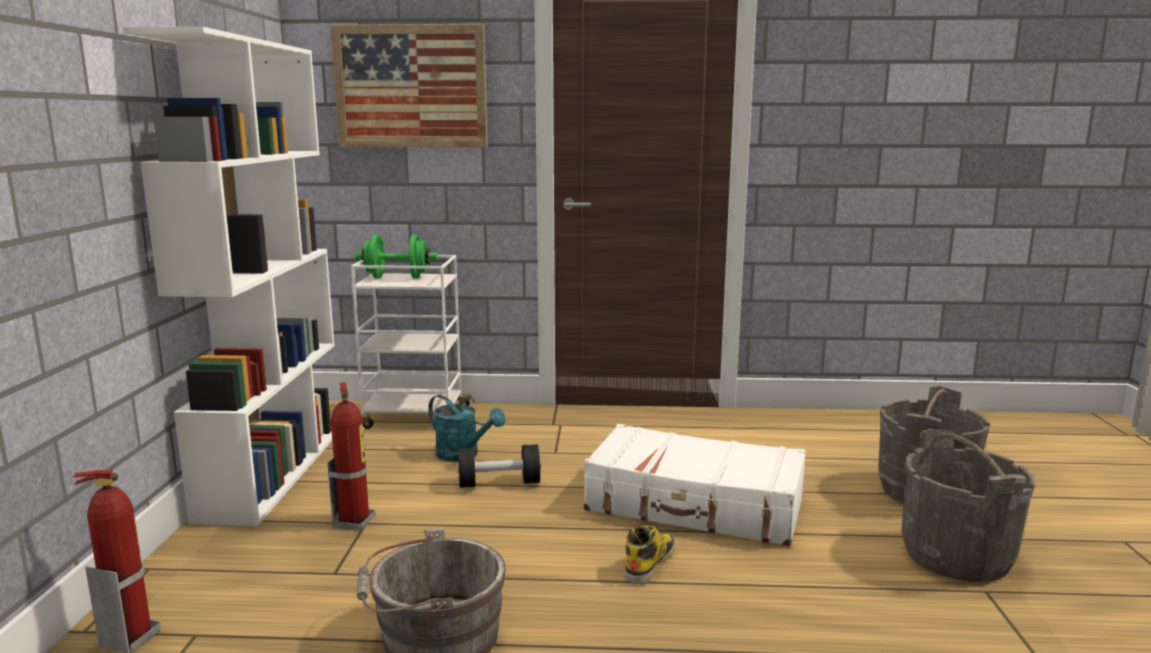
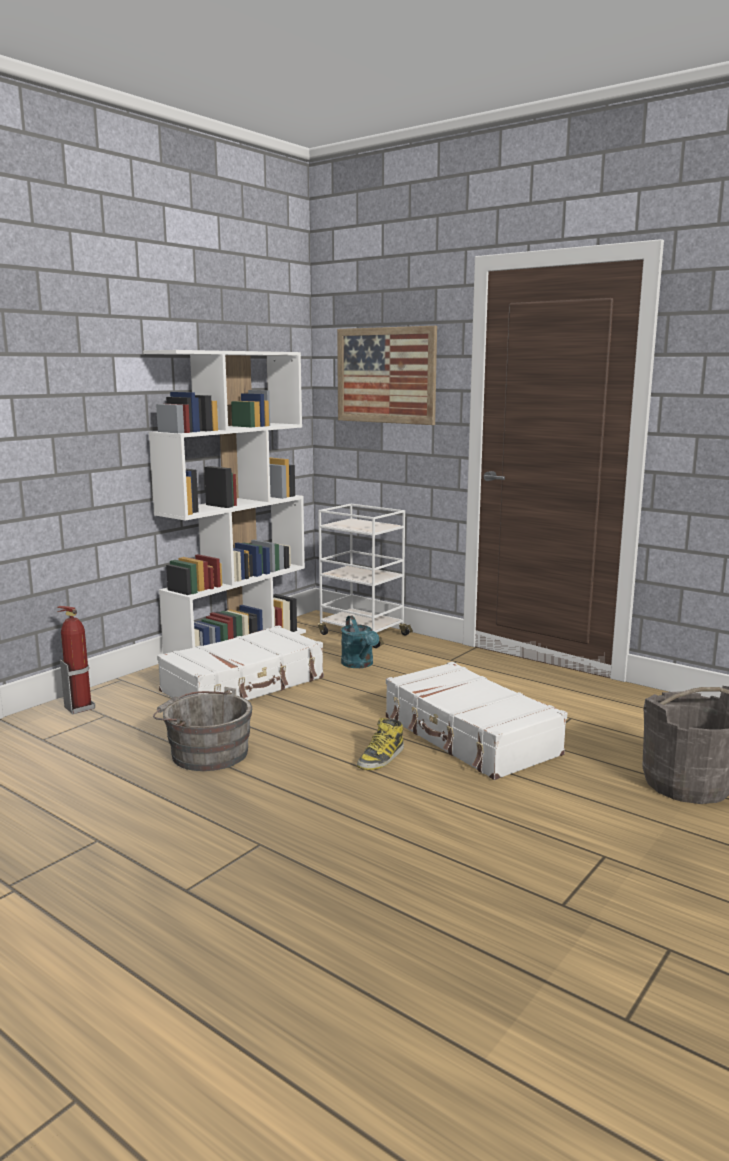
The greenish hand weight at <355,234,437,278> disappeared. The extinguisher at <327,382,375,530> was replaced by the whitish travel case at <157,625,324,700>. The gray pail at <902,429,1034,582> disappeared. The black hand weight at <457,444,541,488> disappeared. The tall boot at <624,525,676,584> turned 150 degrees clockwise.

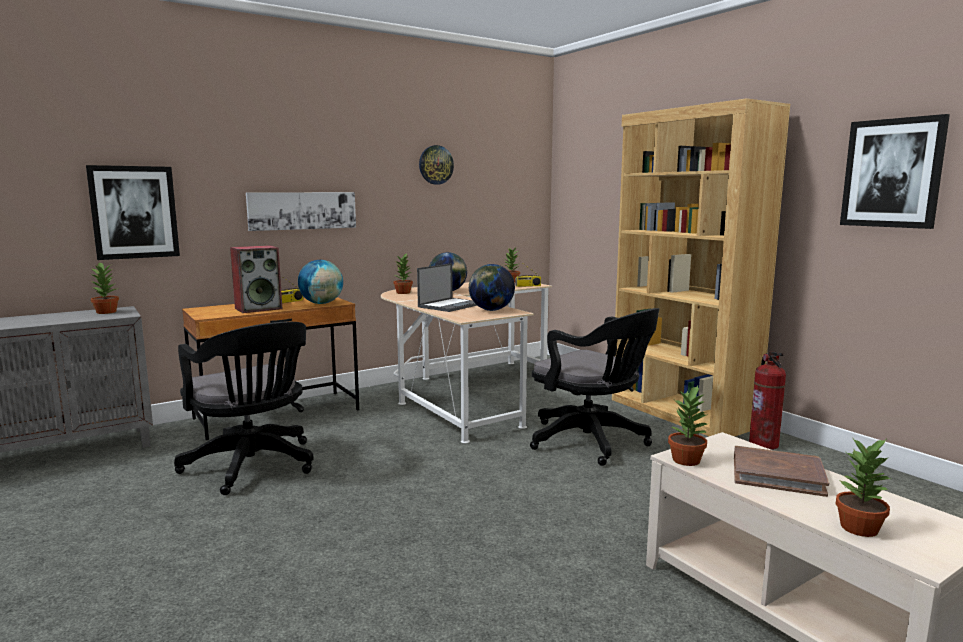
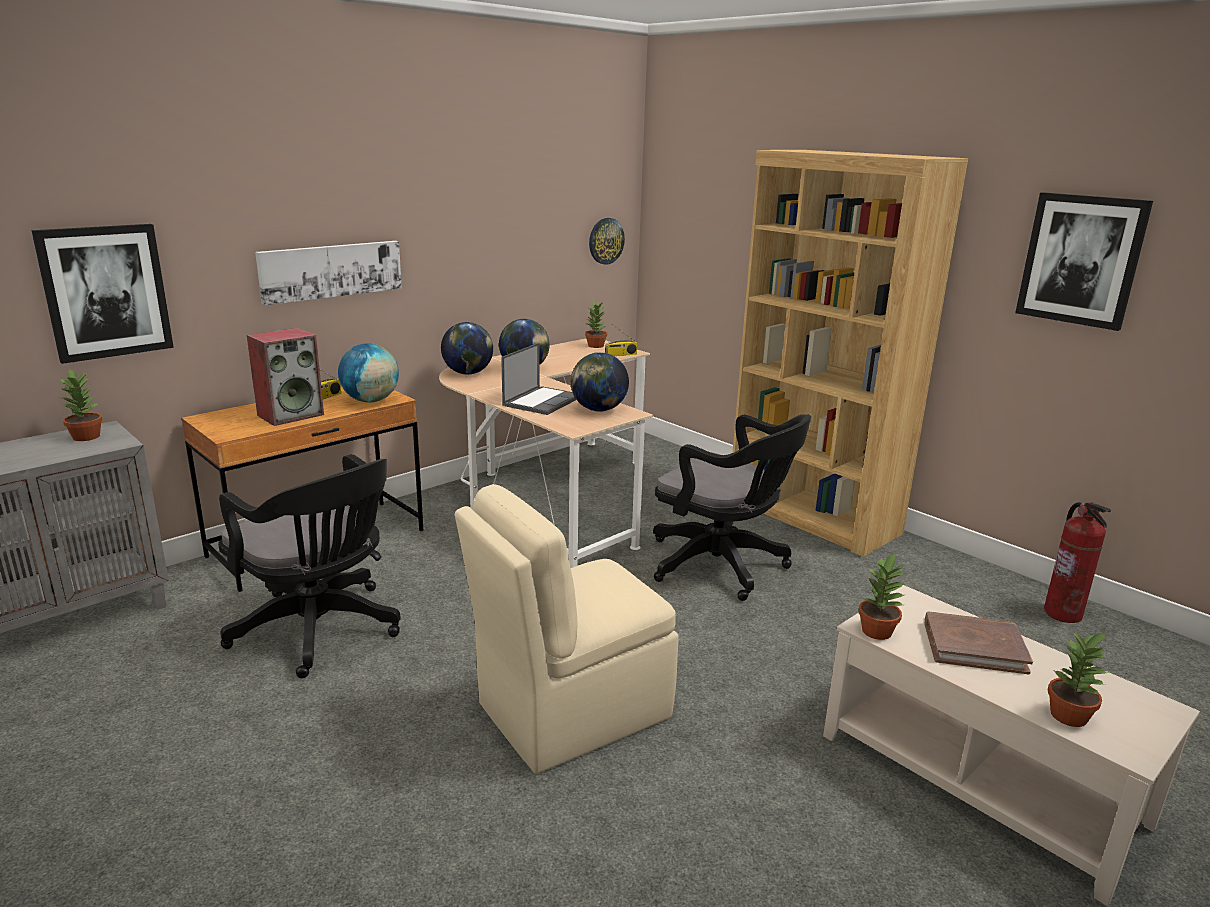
The hanging clock moved from <419,145,454,185> to <589,218,625,265>. The plant in a pot at <394,254,413,294> was replaced by the desk globe at <441,322,493,375>. The extinguisher moved from <749,352,786,450> to <1044,502,1111,623>. The sand-coloured chair at <455,484,679,774> appeared.

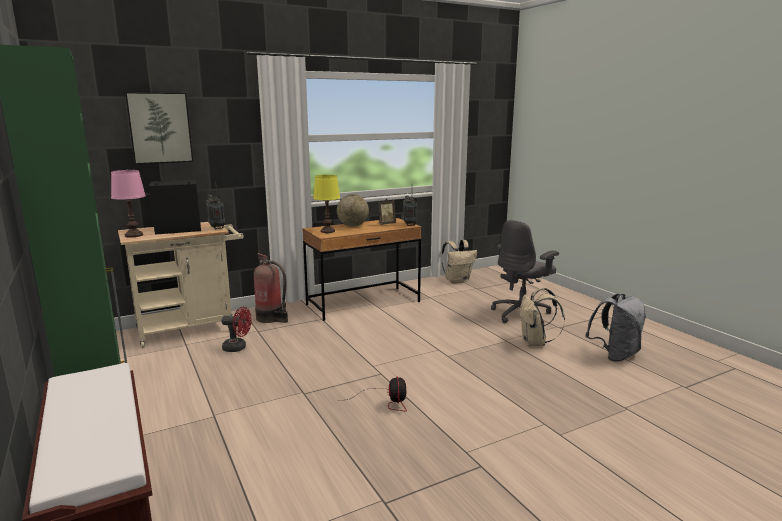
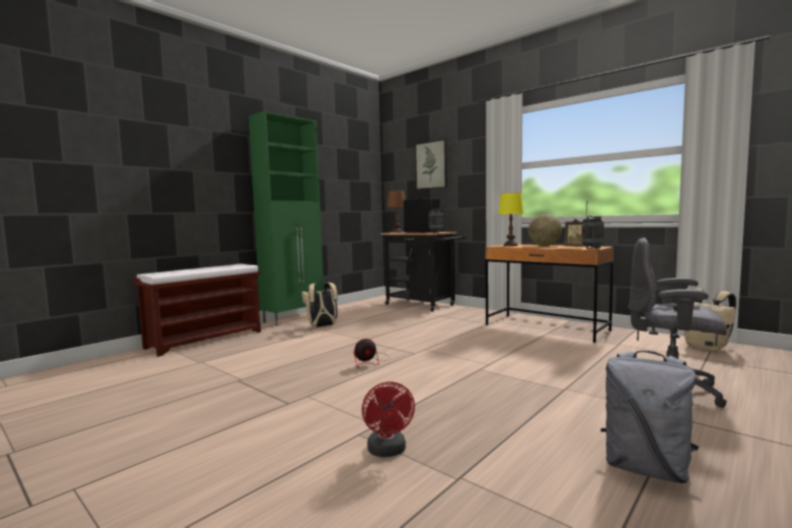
The pink-coloured tabletop lamp at <111,170,146,238> became the brown tabletop lamp at <387,191,405,233>. The sand-coloured trolley at <118,222,244,348> became the black trolley at <380,232,465,312>. The extinguisher at <254,253,288,323> disappeared. The sand-coloured backpack moved from <519,288,565,346> to <301,282,338,328>. The red-coloured electric fan moved from <221,307,252,352> to <362,382,415,457>.

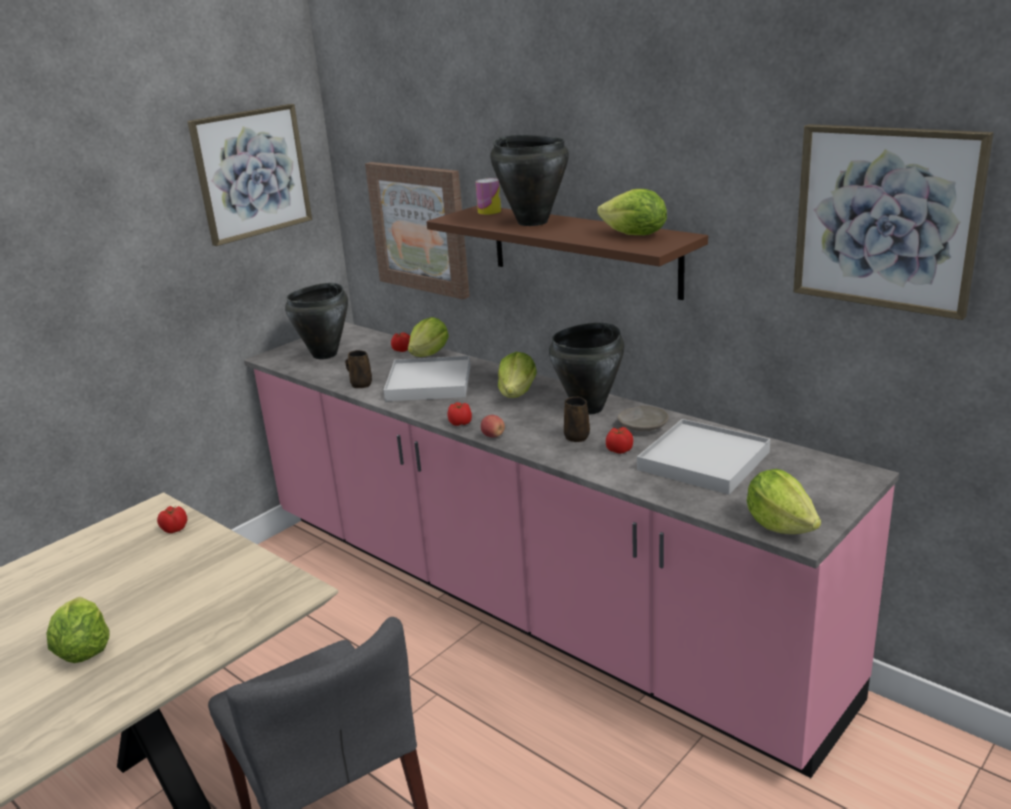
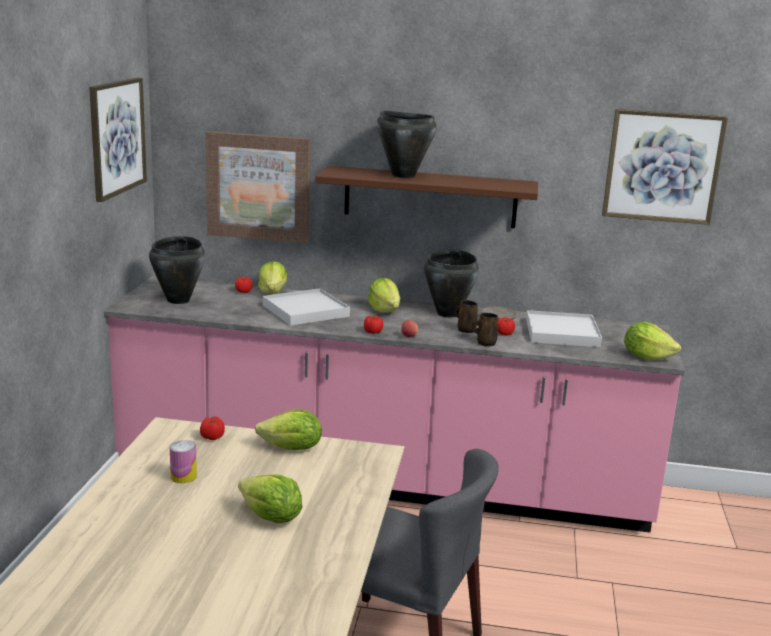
The can moved from <475,178,501,215> to <170,440,197,483>. The lettuce moved from <597,189,667,235> to <255,410,322,450>. The brown tea mug moved from <345,350,372,388> to <472,313,498,347>.

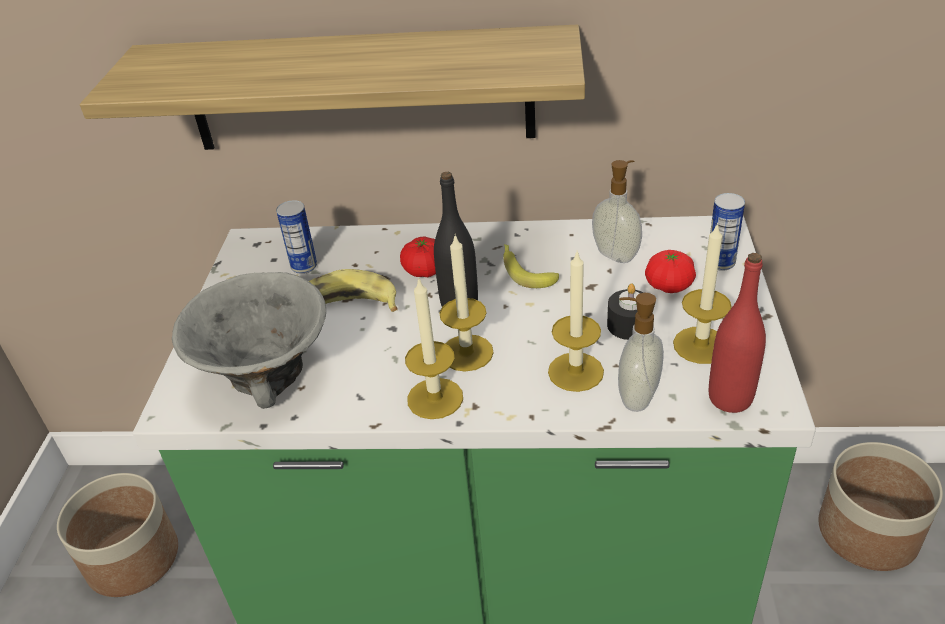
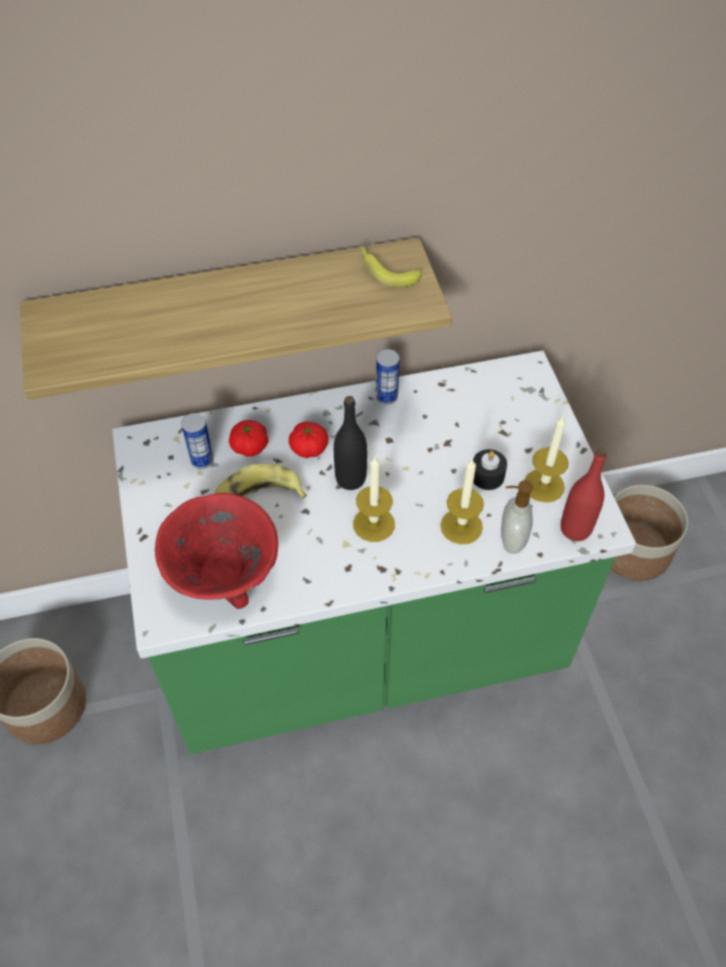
The soap dispenser at <592,160,642,263> disappeared. The can moved from <710,193,745,271> to <376,349,400,405>. The banana fruit moved from <503,244,559,288> to <360,247,421,288>. The tomato moved from <645,250,696,293> to <229,420,268,457>. The gray deep dish at <172,272,326,409> became the red-coloured deep dish at <155,493,278,609>. The wax candle at <405,277,463,419> disappeared.

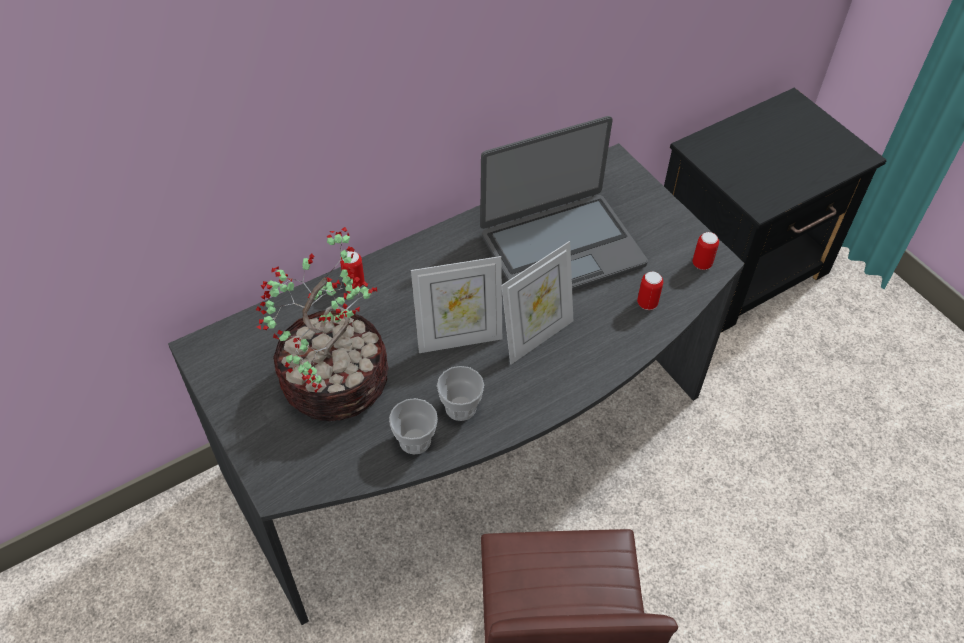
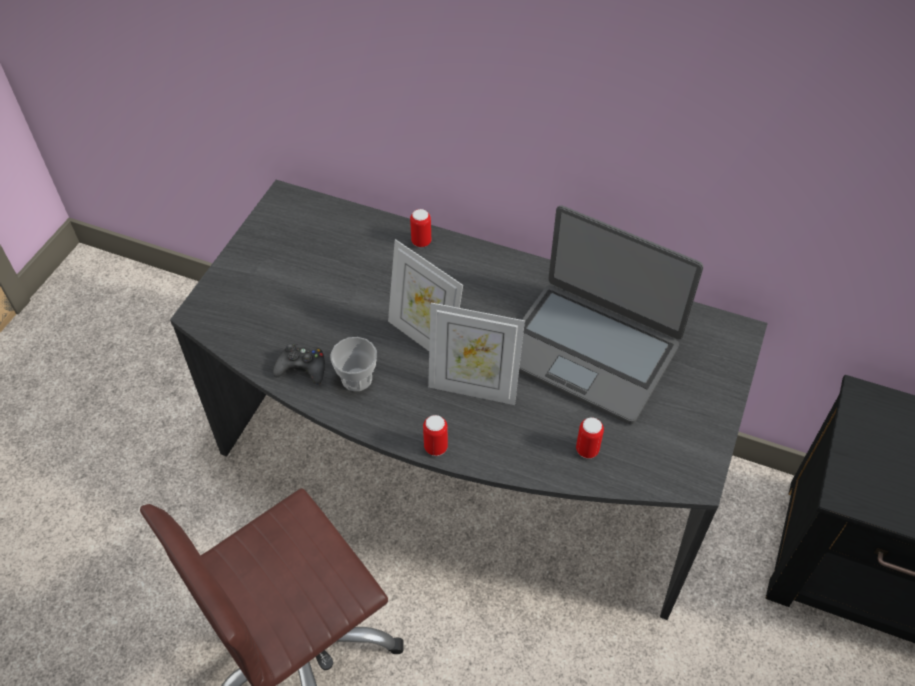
The plant in a pot at <256,227,388,422> disappeared. The can moved from <692,232,719,270> to <423,415,448,456>. The drinking cup at <389,398,438,454> was replaced by the black joypad at <273,343,325,384>.

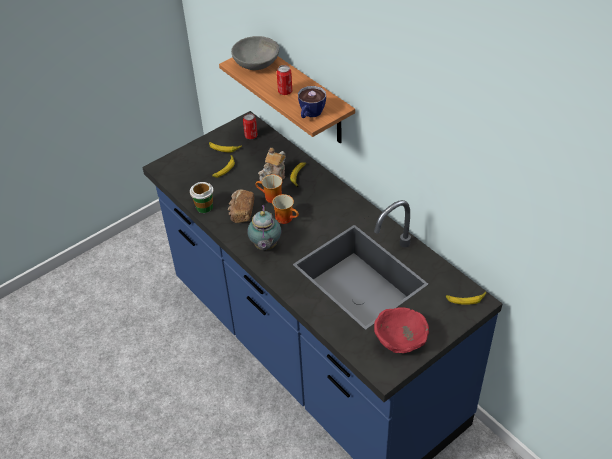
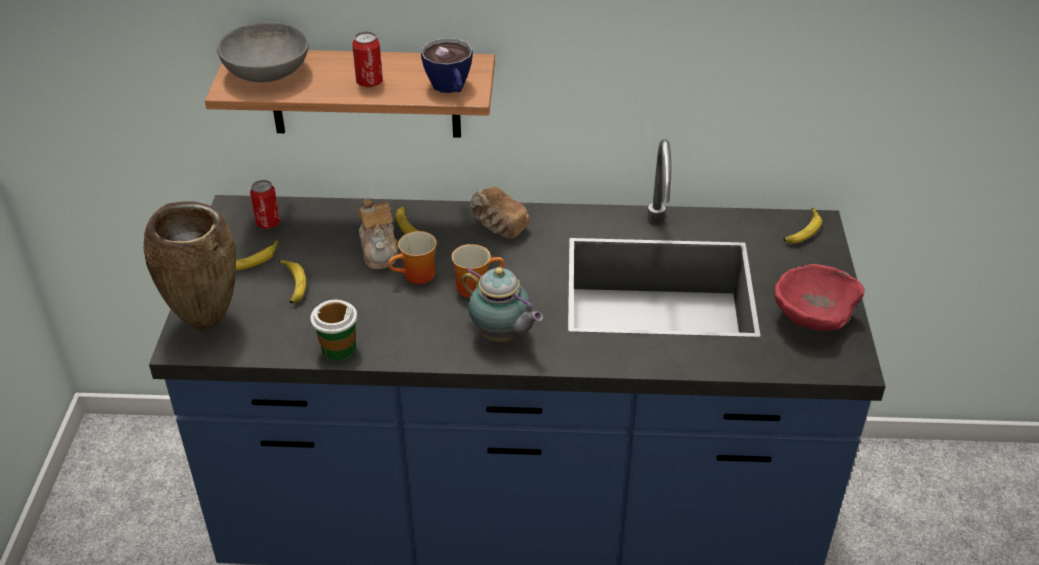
The baked bread moved from <228,189,254,223> to <470,187,530,239>. The brown flower vase at <143,201,236,330> appeared.

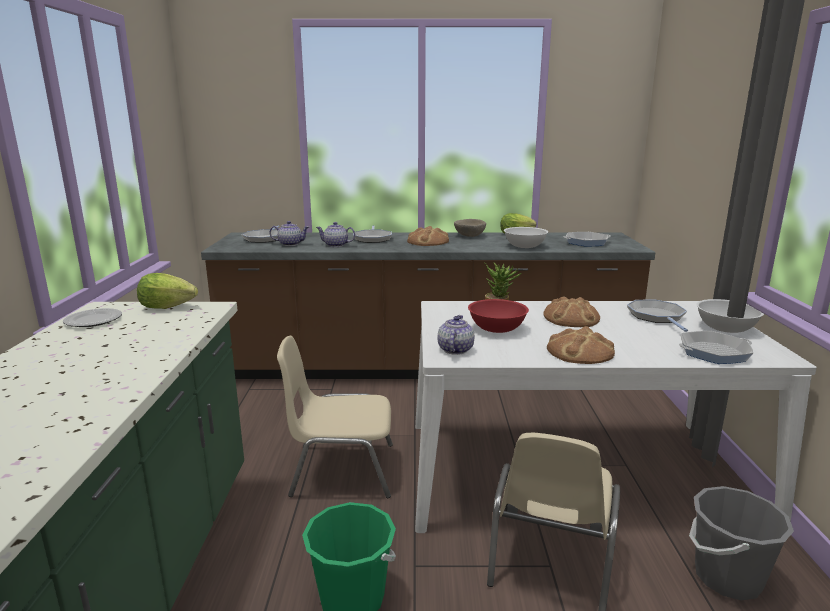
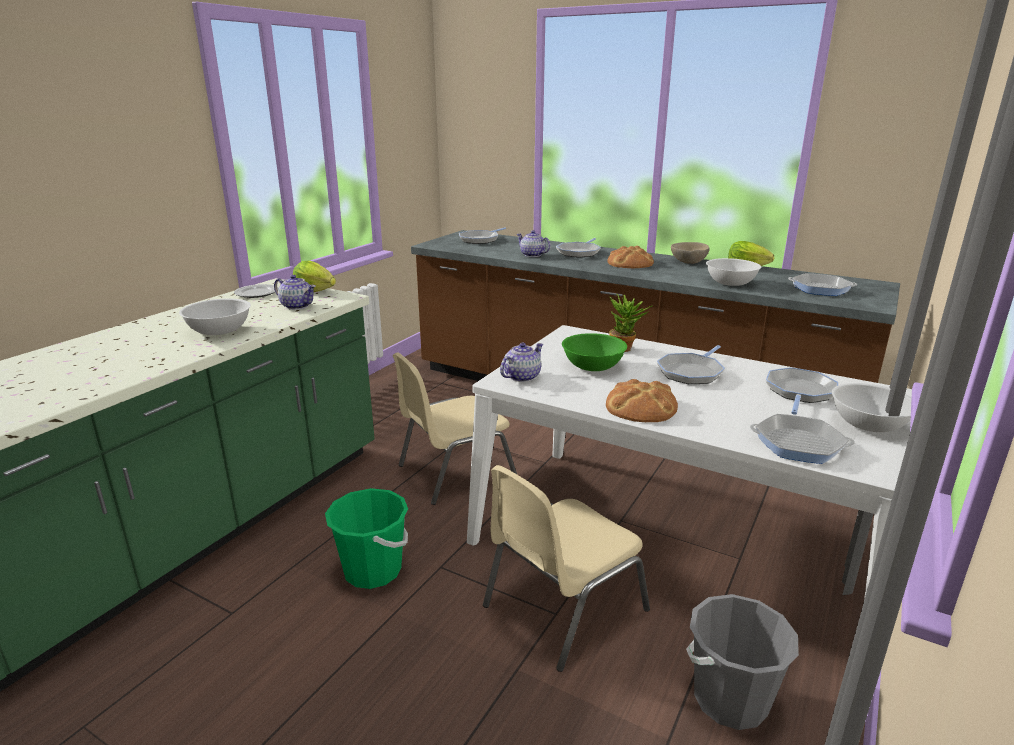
The pot for tea moved from <269,221,309,246> to <274,275,316,310>. The baked bread at <543,297,600,327> was replaced by the frying pan at <657,345,725,384>. The red-coloured deep dish at <468,299,529,333> became the greenish deep dish at <562,333,627,371>. The sand-coloured chair at <277,335,393,498> turned 60 degrees counterclockwise. The whitish deep dish at <179,298,251,335> appeared.

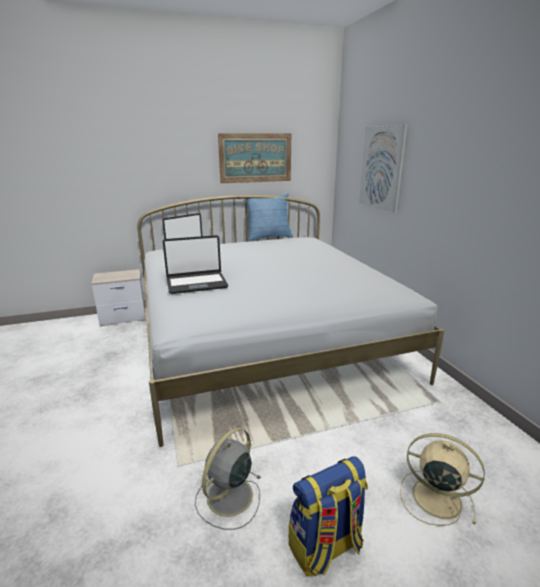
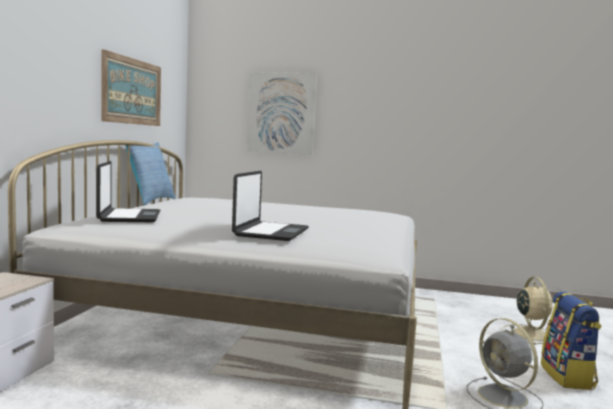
The sand-coloured electric fan at <400,433,485,526> turned 120 degrees clockwise.

